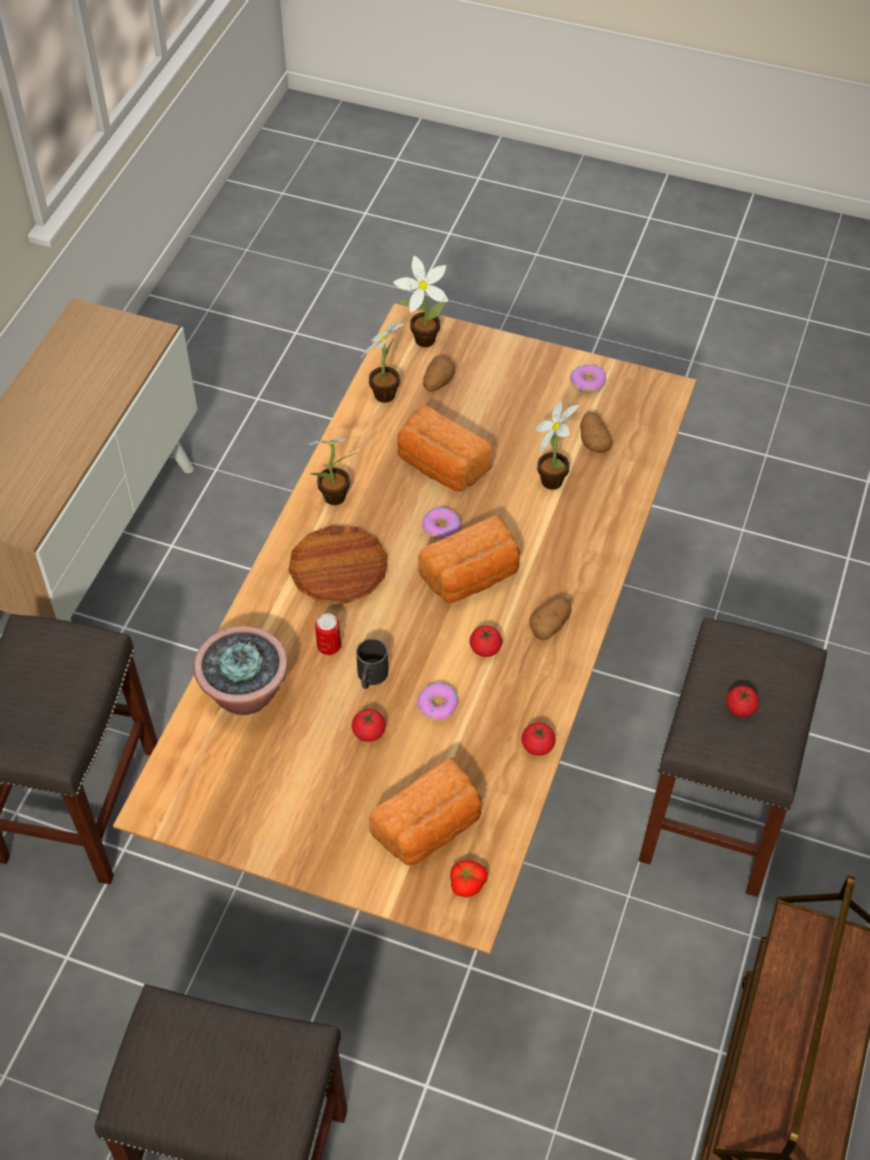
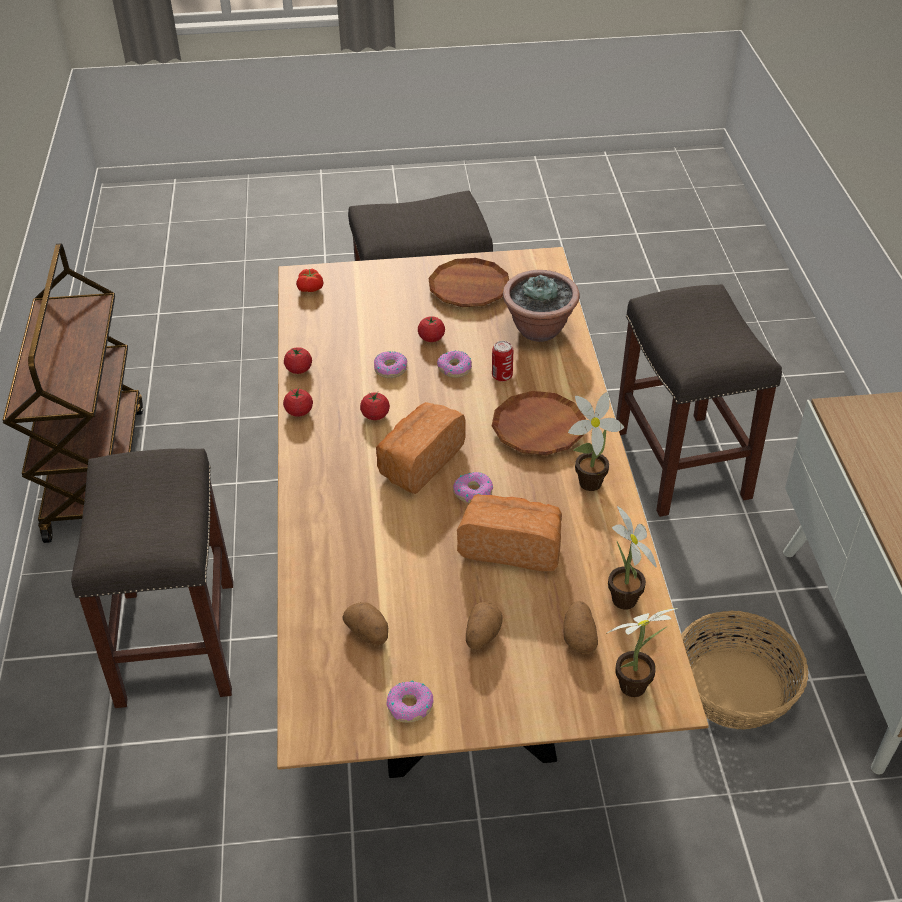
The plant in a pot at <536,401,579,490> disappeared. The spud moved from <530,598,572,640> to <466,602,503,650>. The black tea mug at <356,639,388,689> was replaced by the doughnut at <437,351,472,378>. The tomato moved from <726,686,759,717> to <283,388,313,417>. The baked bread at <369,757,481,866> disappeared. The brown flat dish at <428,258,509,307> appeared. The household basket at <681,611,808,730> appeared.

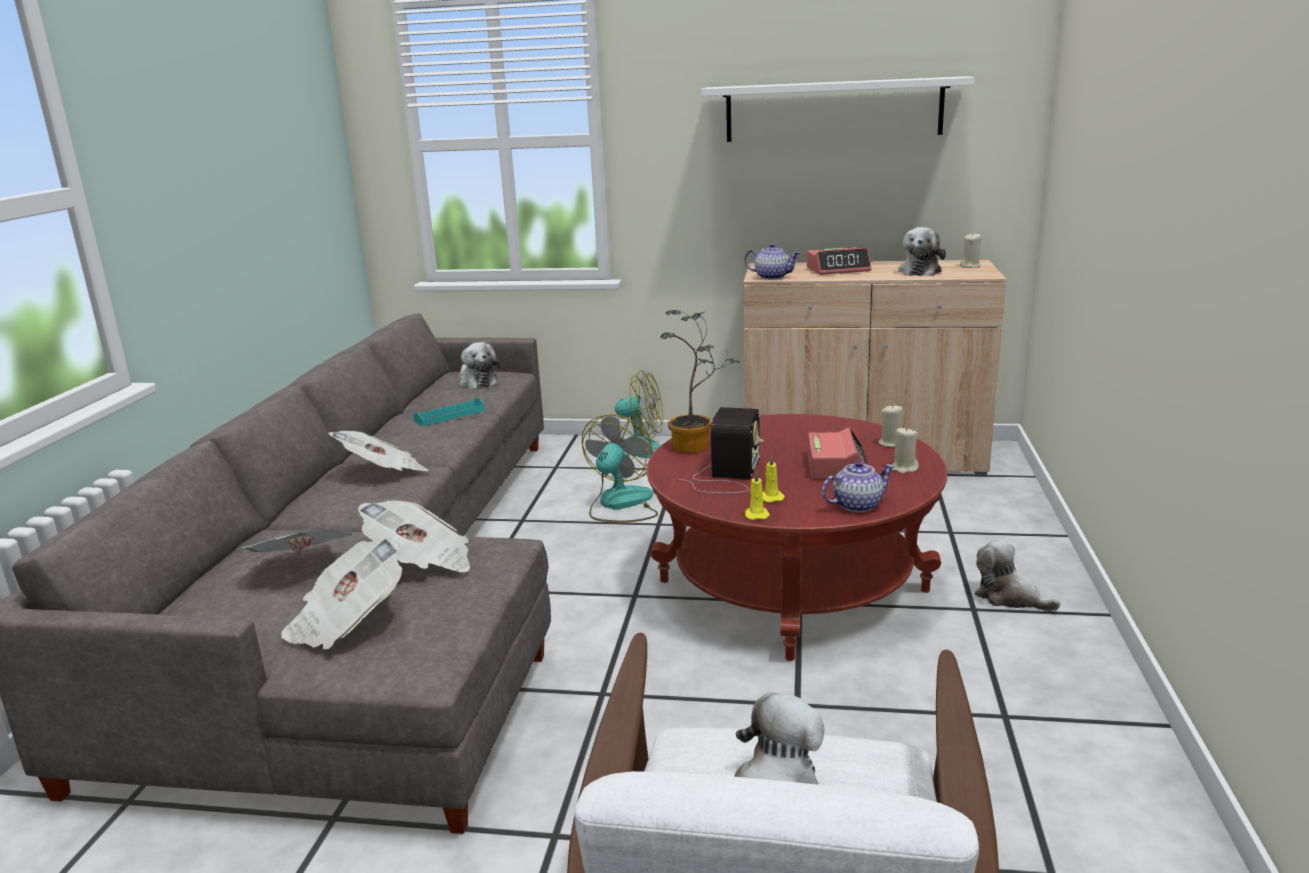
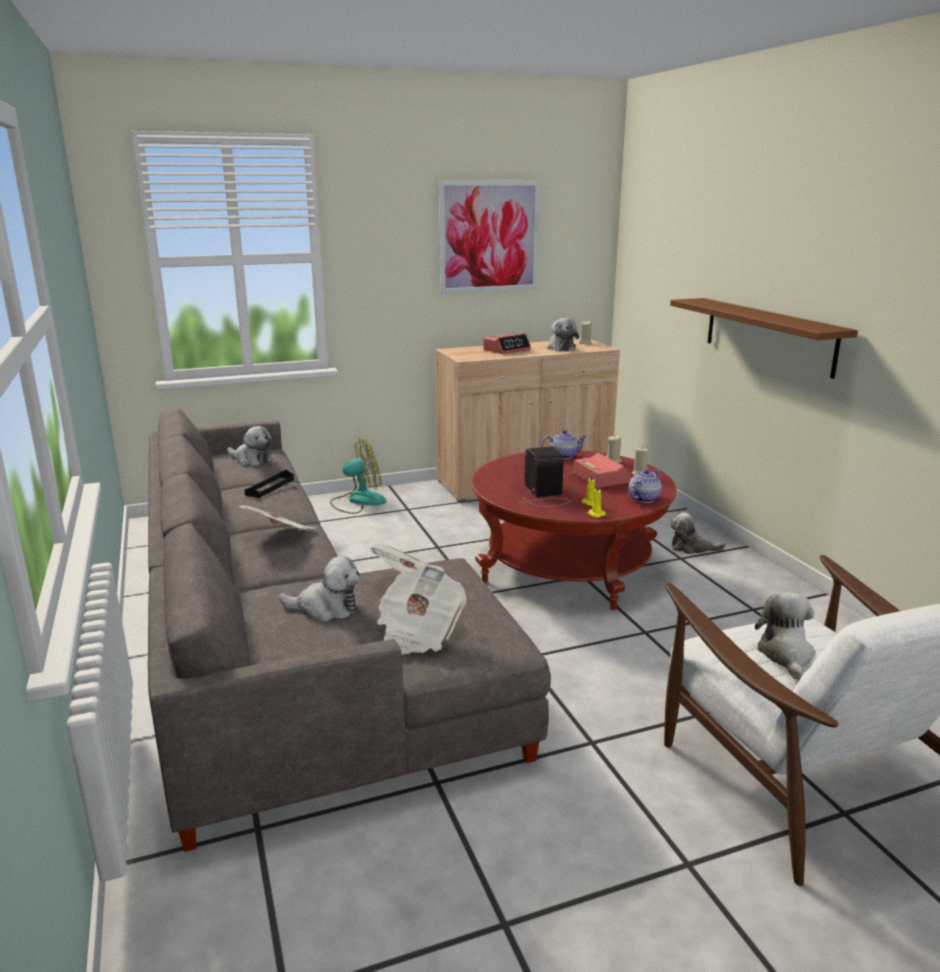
The whitish wall shelf at <701,76,975,142> was replaced by the wall picture at <439,181,540,293>. The pot for tea moved from <744,243,800,280> to <541,430,587,459>. The plant in a pot at <660,310,740,453> disappeared. The turquoise-coloured serving tray at <413,397,485,426> became the black serving tray at <244,470,294,498>. The electric fan at <582,414,658,523> disappeared. The daily paper at <241,530,352,552> was replaced by the plush toy at <279,556,360,622>. The brown wall shelf at <670,298,858,379> appeared.

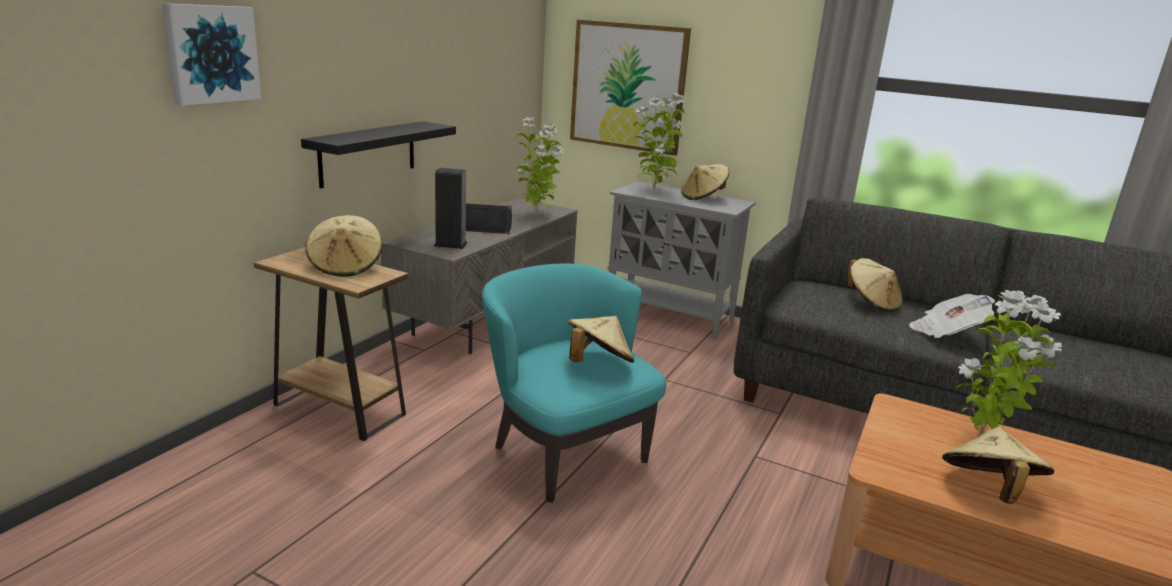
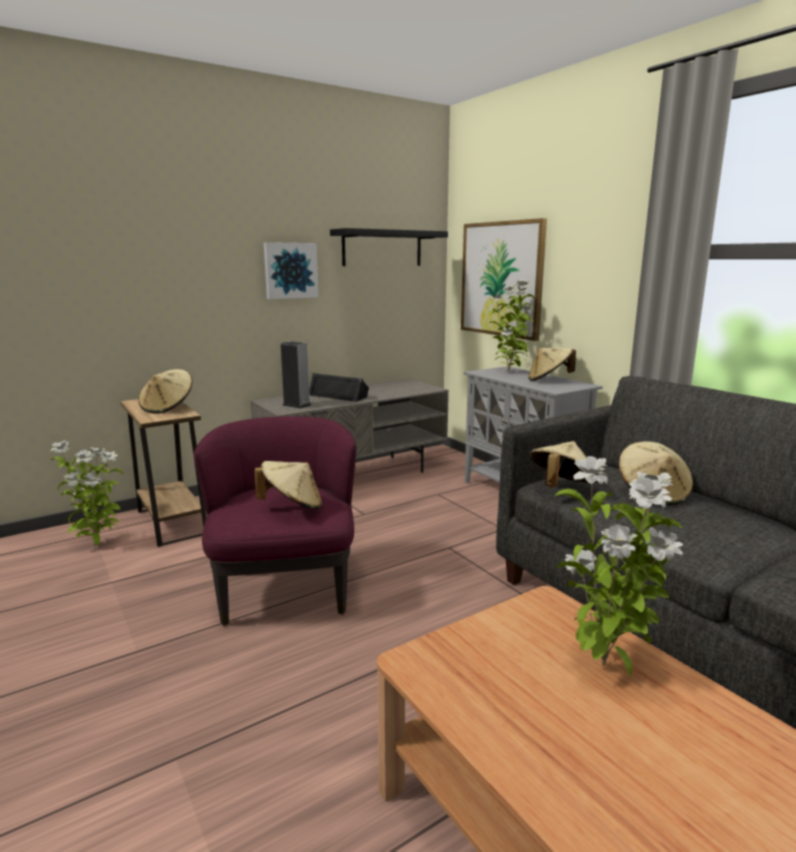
The wall picture moved from <161,3,261,106> to <264,242,318,299>. The plant in a pot moved from <515,117,564,215> to <50,441,124,546>. The black wall shelf moved from <301,121,456,189> to <330,228,448,266>. The turquoise-coloured easy chair at <482,264,666,503> became the purple easy chair at <194,416,357,626>. The daily paper at <909,294,995,338> disappeared. The sand-coloured clothing hat moved from <942,426,1054,504> to <529,441,601,488>.

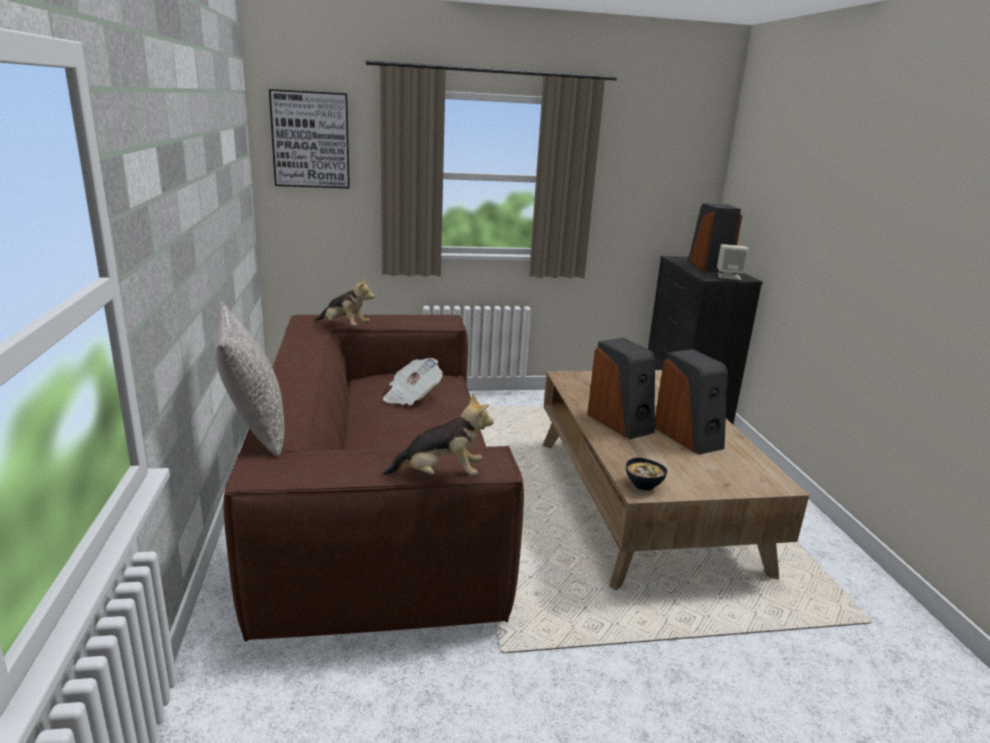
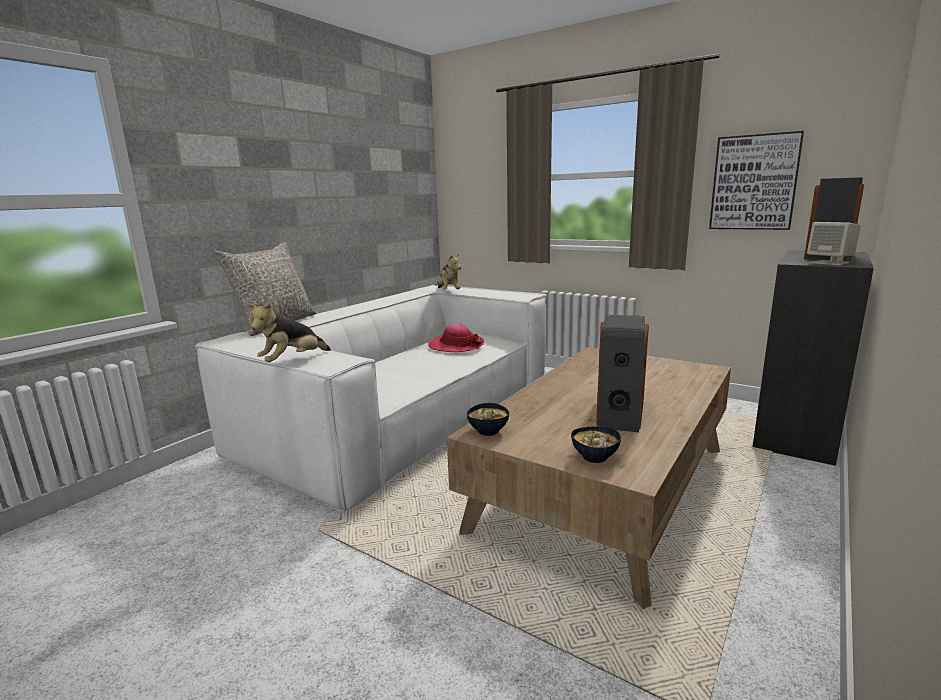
The wall picture moved from <269,89,350,188> to <709,131,804,230>. The brown couch at <224,315,524,642> became the whitish couch at <195,285,547,512>. The speaker at <587,338,655,439> disappeared. The daily paper at <383,358,443,405> was replaced by the clothing hat at <428,324,484,352>. The plush toy at <382,394,494,476> turned 90 degrees clockwise. The deep dish at <571,426,621,463> appeared.

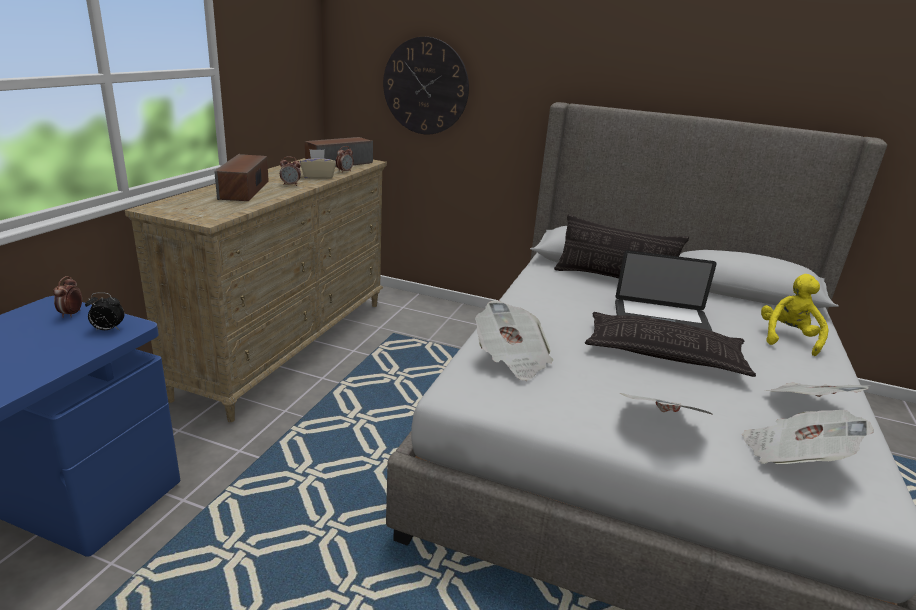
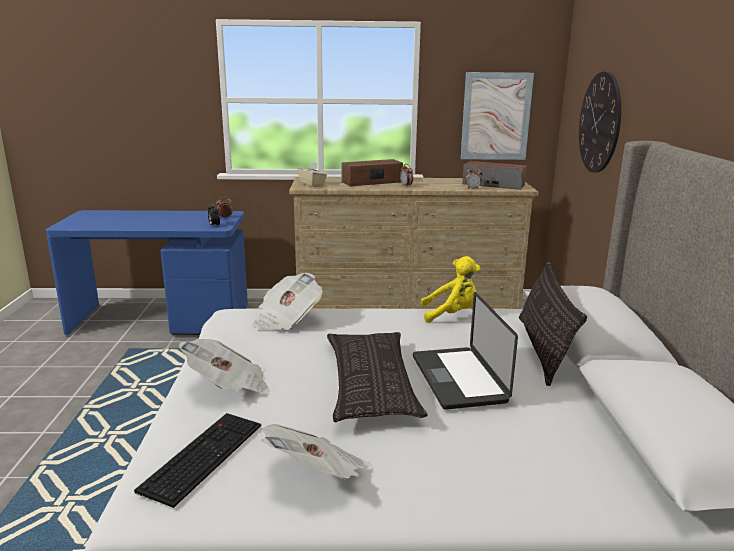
The sand-coloured box of tissues moved from <300,149,336,179> to <298,162,327,187>. The yellowish plush toy moved from <761,274,829,356> to <421,256,480,323>. The daily paper at <742,410,874,464> was replaced by the keyboard at <134,413,261,508>. The wall picture at <461,72,534,160> appeared.

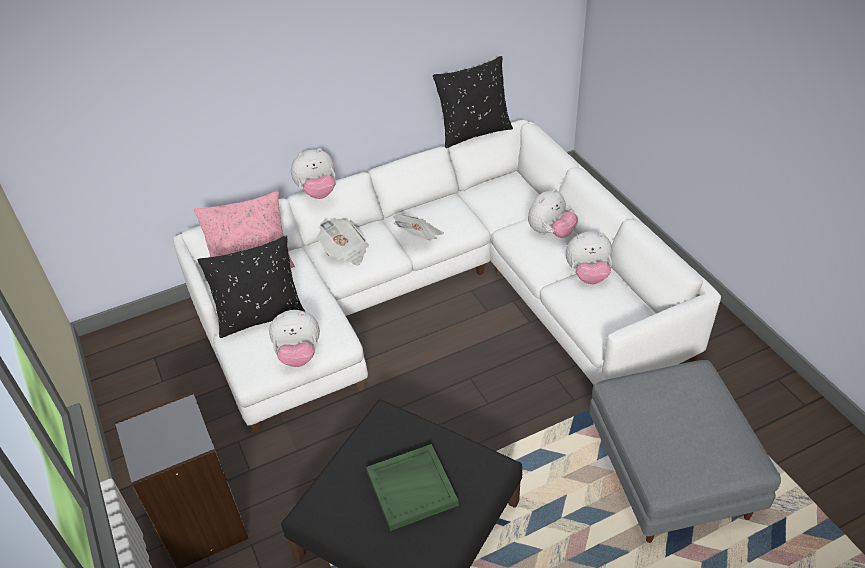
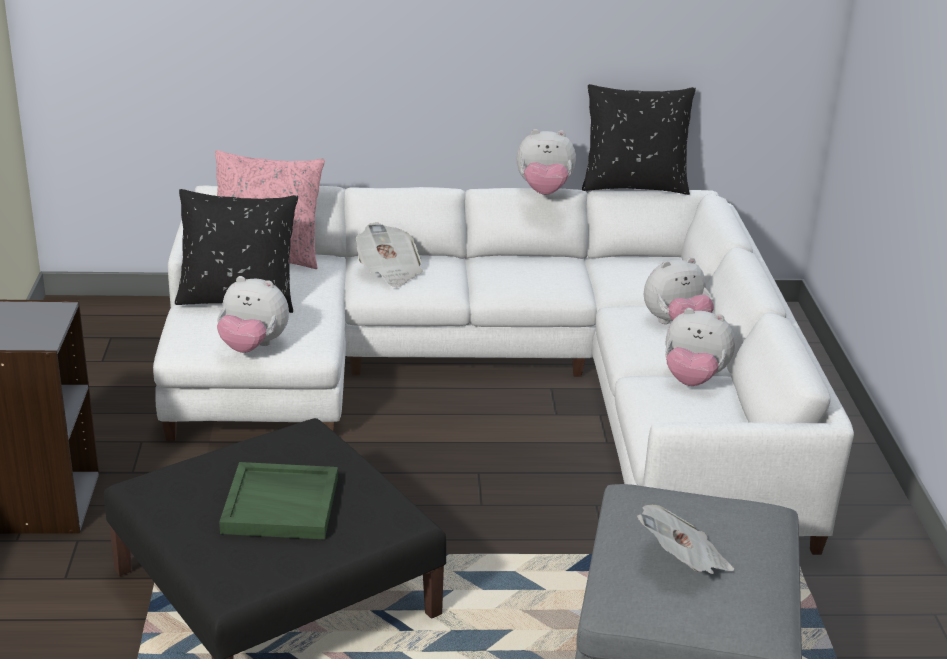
The plush toy moved from <291,148,336,199> to <516,129,576,195>. The daily paper moved from <393,214,444,240> to <637,505,734,574>.

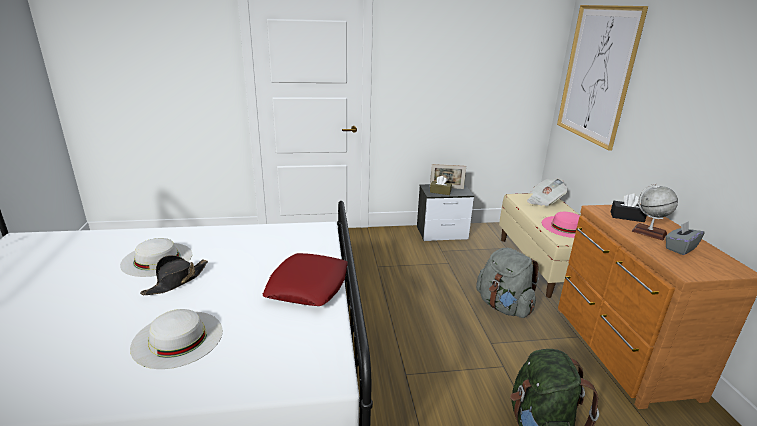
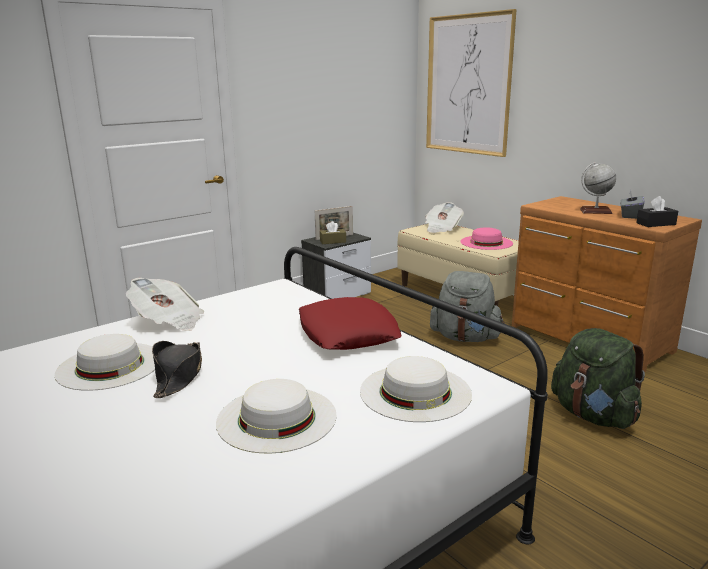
The black box of tissues moved from <611,194,647,222> to <636,196,678,227>. The daily paper at <126,278,204,331> appeared. The whitish clothing hat at <360,356,472,422> appeared.

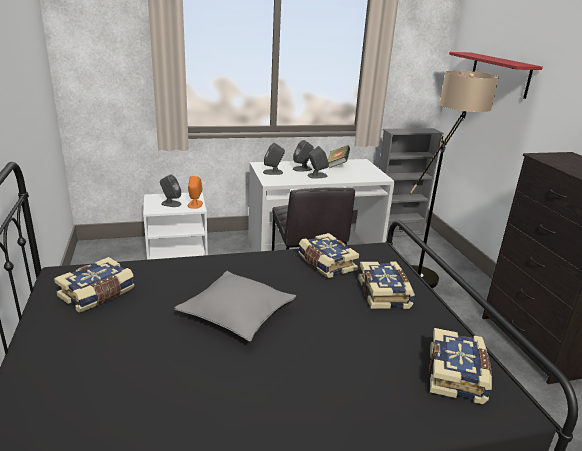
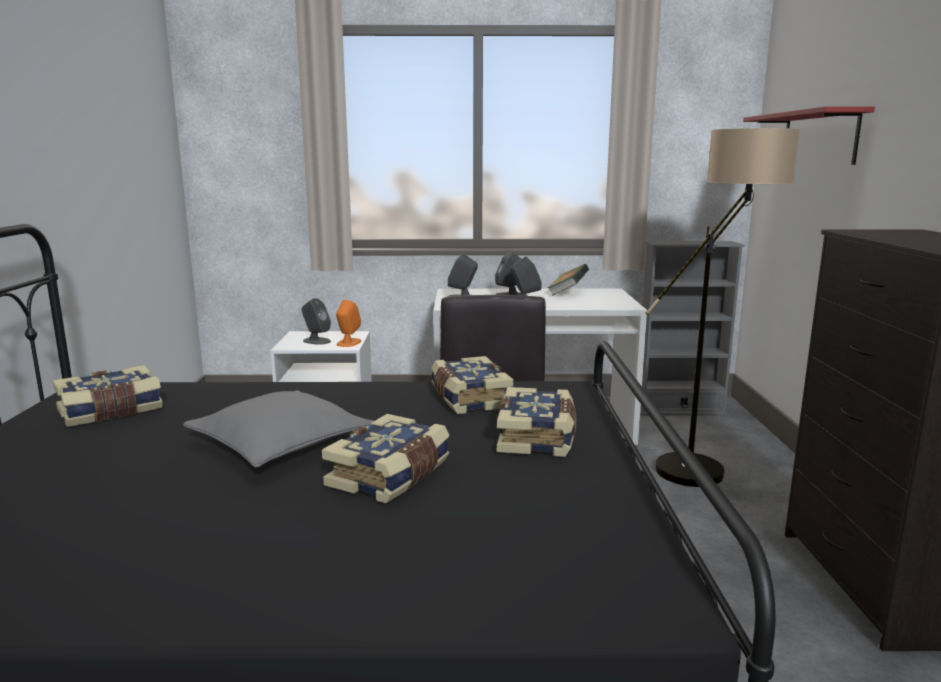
The volume moved from <429,328,492,404> to <322,414,450,503>.

